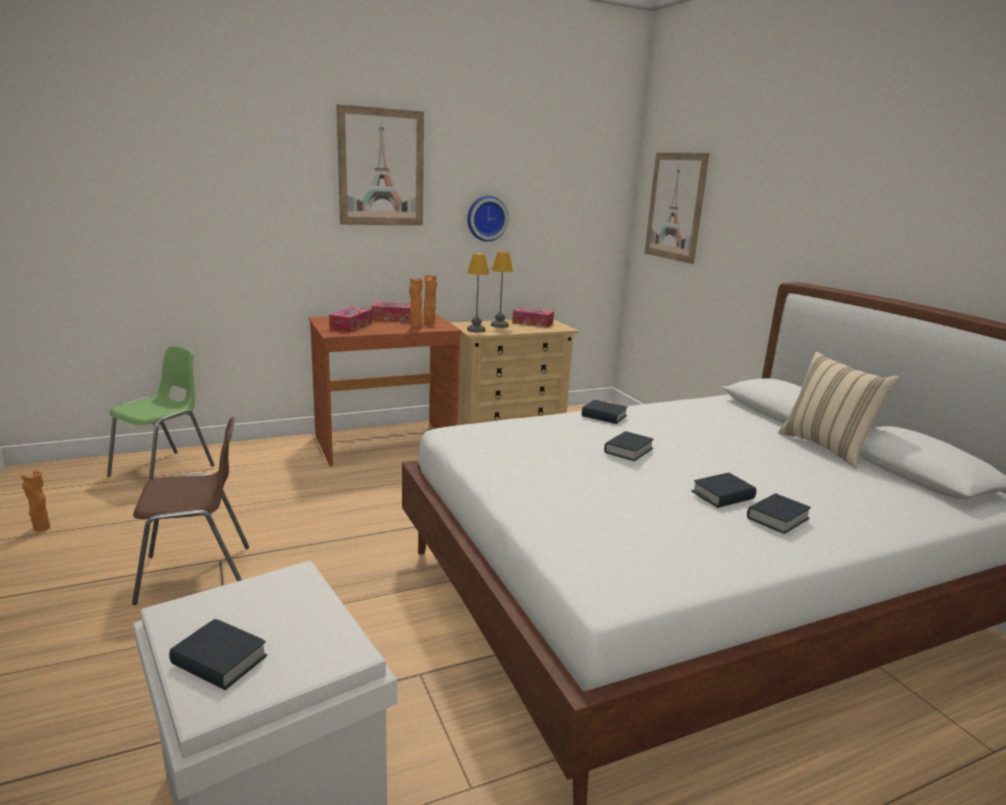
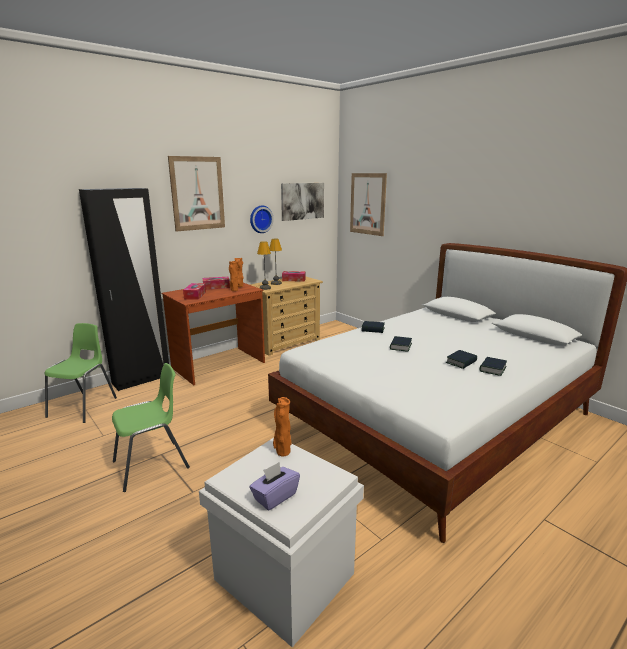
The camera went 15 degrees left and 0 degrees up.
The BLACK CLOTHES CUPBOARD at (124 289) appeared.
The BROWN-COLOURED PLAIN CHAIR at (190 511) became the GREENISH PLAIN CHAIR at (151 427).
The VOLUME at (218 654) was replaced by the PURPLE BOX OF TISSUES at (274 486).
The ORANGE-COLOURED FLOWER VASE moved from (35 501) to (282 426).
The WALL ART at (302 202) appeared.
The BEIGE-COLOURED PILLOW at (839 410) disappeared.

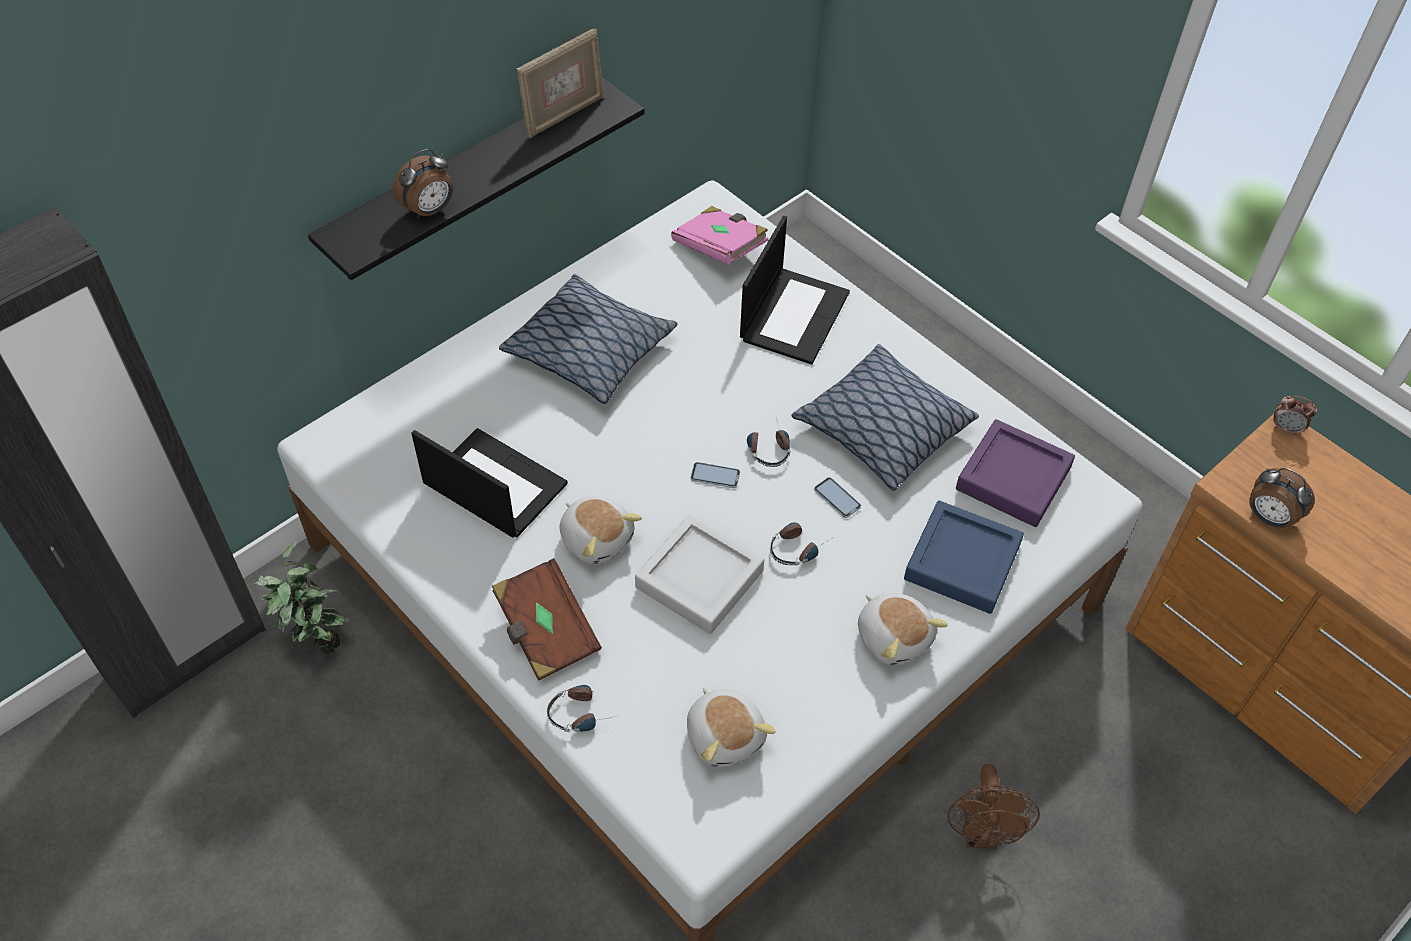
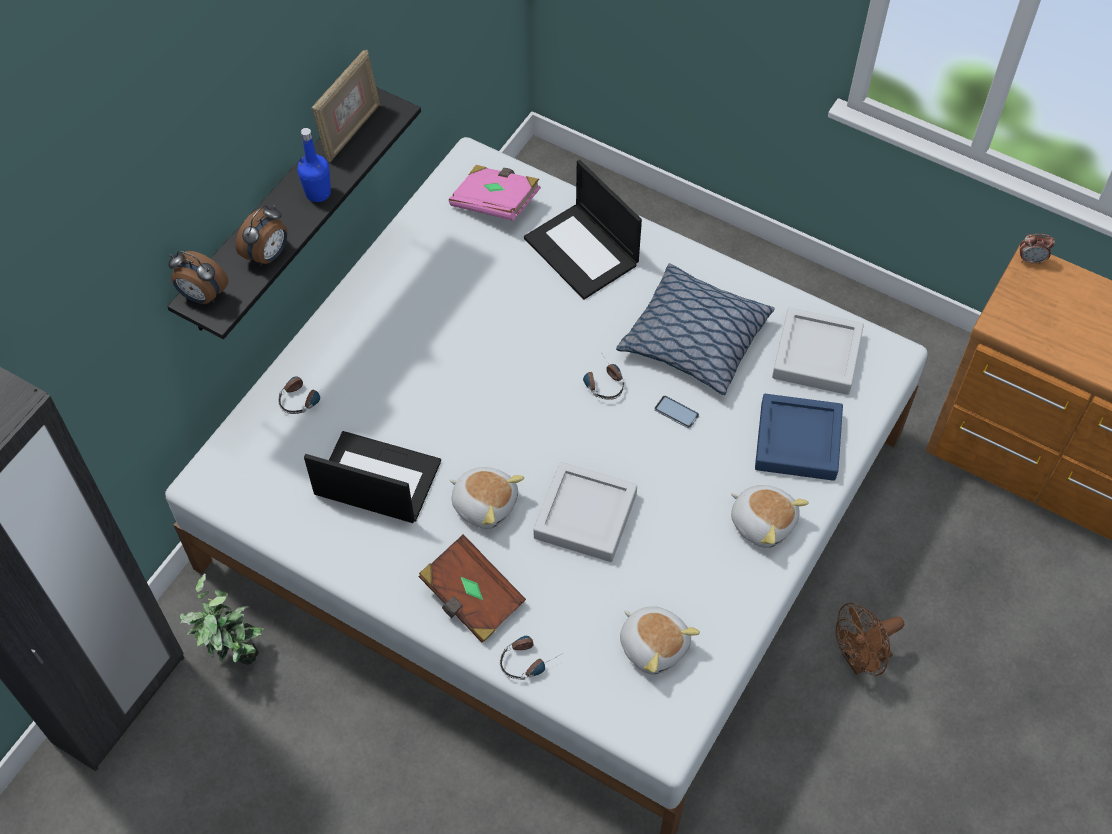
The camera went 15 degrees left and 5 degrees up.
The BEDSIDE CLOCK moved from (1282 498) to (198 277).
The HEADPHONES moved from (801 544) to (303 395).
The BLUE BOTTLE at (314 165) appeared.
The PORTABLE COMPUTER at (795 290) turned 135 degrees clockwise.
The PURPLE SERVING TRAY at (1015 473) became the GREYISH SERVING TRAY at (818 351).
The BROWN-COLOURED ELECTRIC FAN at (994 806) turned 75 degrees clockwise.
The PILLOW at (588 339) disappeared.
The HANDSET at (715 475) disappeared.

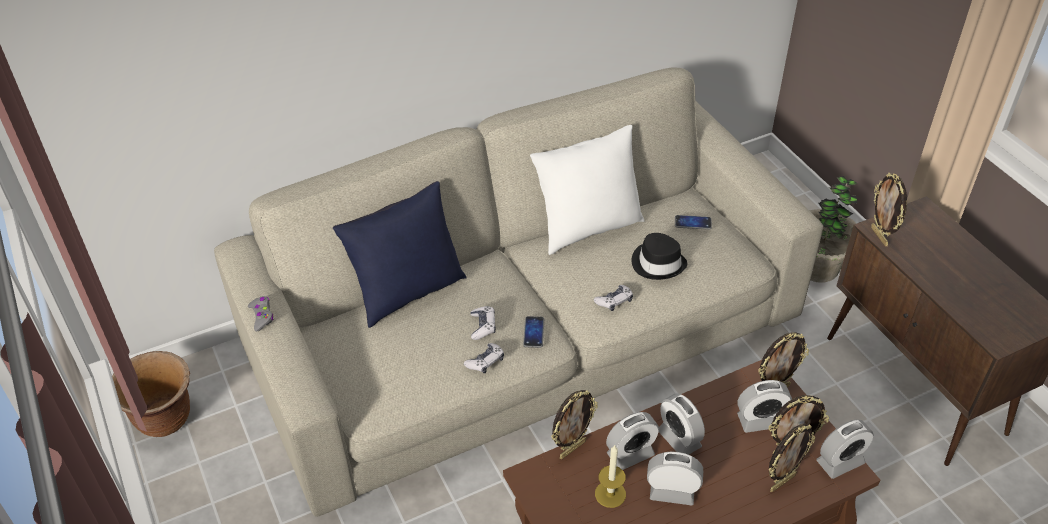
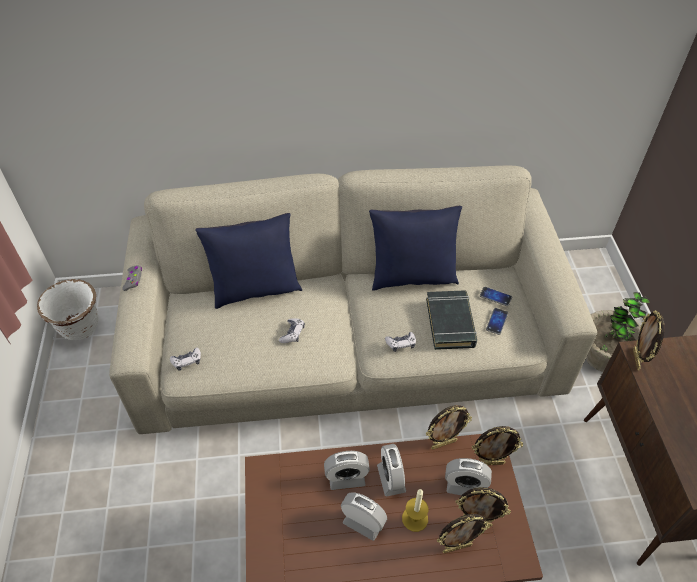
The camera went 20 degrees right and 5 degrees up.
The BROWN-COLOURED PLANT POT at (151 394) became the WHITISH PLANT POT at (67 309).
The JOYPAD moved from (484 358) to (185 359).
The WHITISH PILLOW at (587 190) became the BLUE PILLOW at (415 248).
The WAX CANDLE moved from (610 476) to (415 510).
The BLACK CLOTHING HAT at (659 256) was replaced by the BLACK VOLUME at (451 320).
The PHOTO FRAME moved from (574 424) to (449 427).
The HANDSET moved from (533 332) to (497 321).
The BEDSIDE CLOCK at (845 449) disappeared.

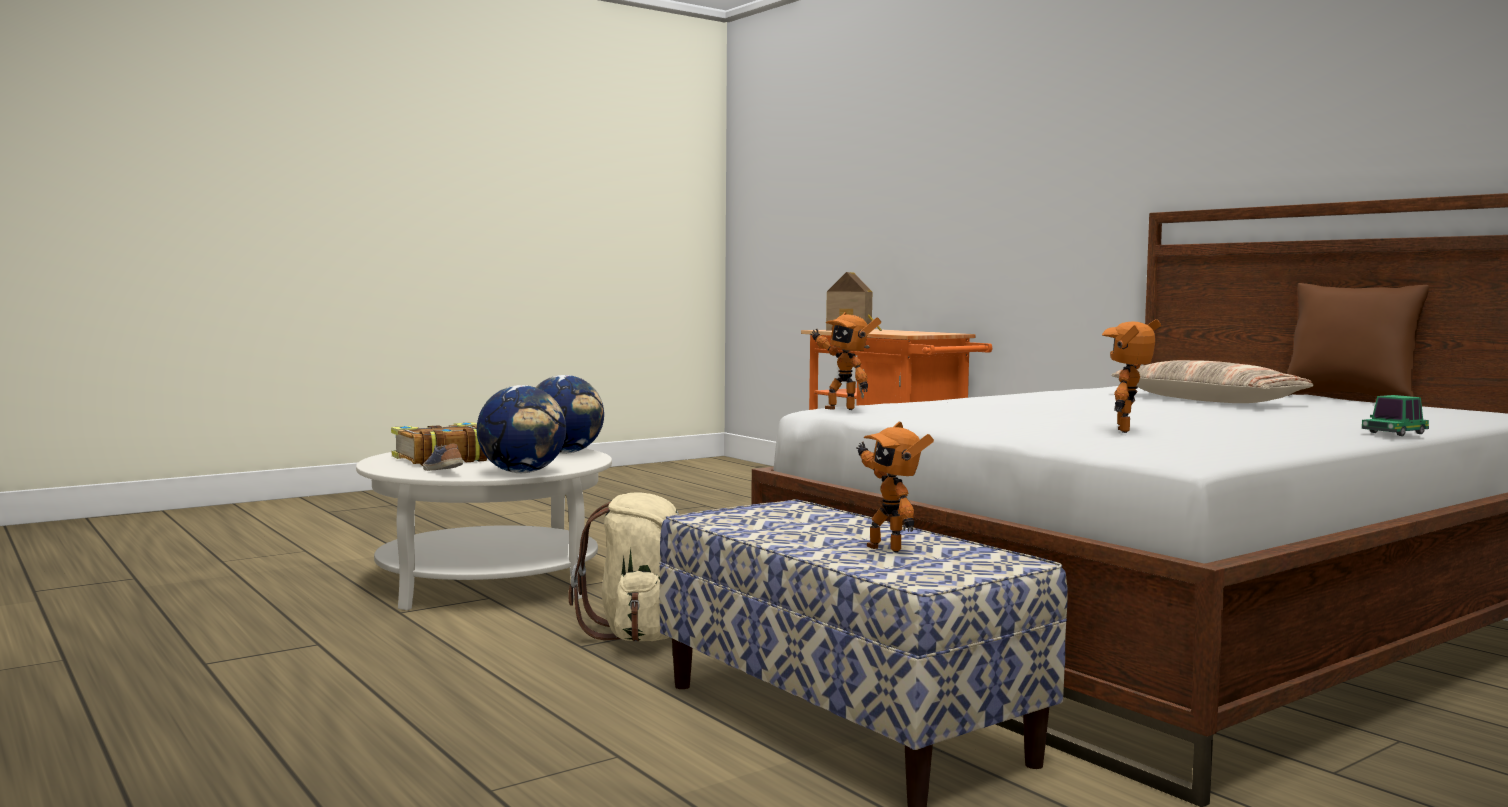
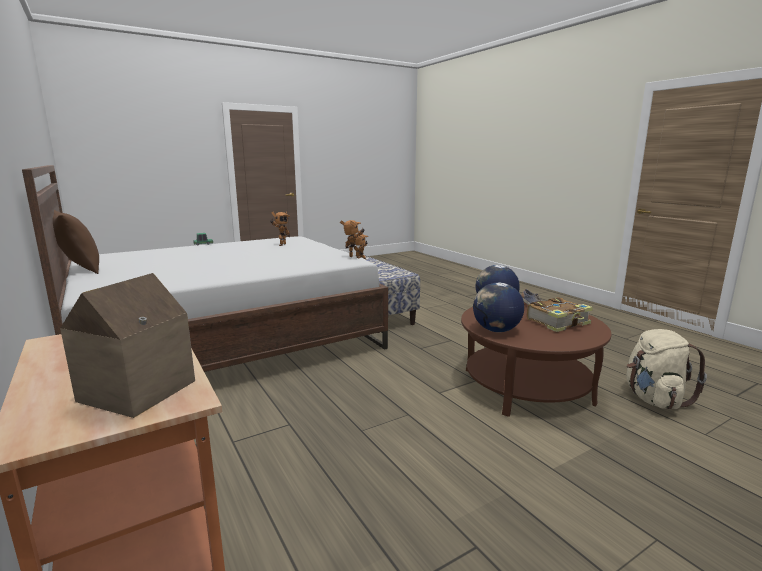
The camera went 175 degrees left and 10 degrees up.
The WHITISH COFFEE TABLE at (484 529) became the BROWN-COLOURED COFFEE TABLE at (536 359).
The BEIGE-COLOURED BACKPACK moved from (623 567) to (666 369).
The PILLOW at (1212 381) disappeared.

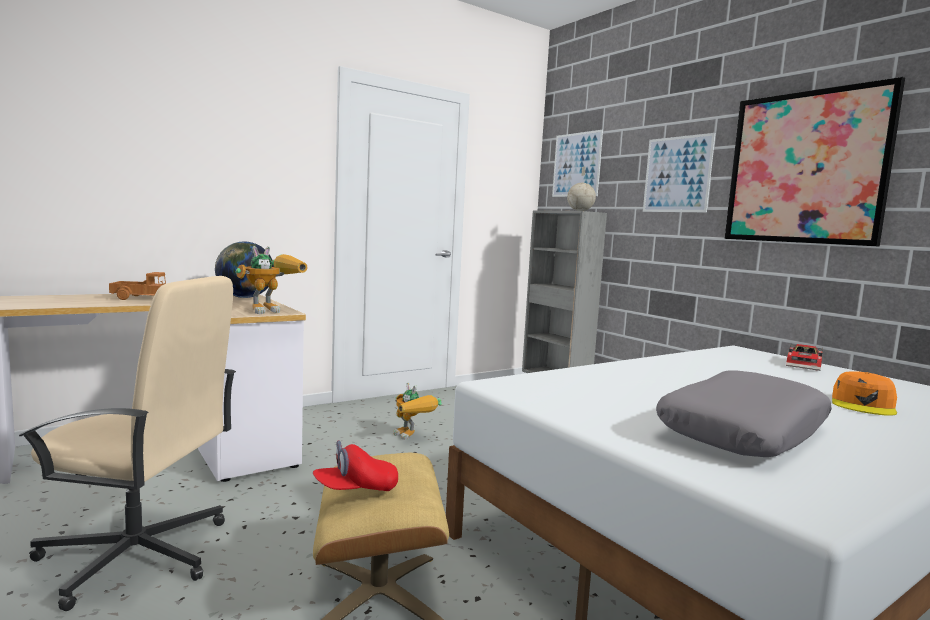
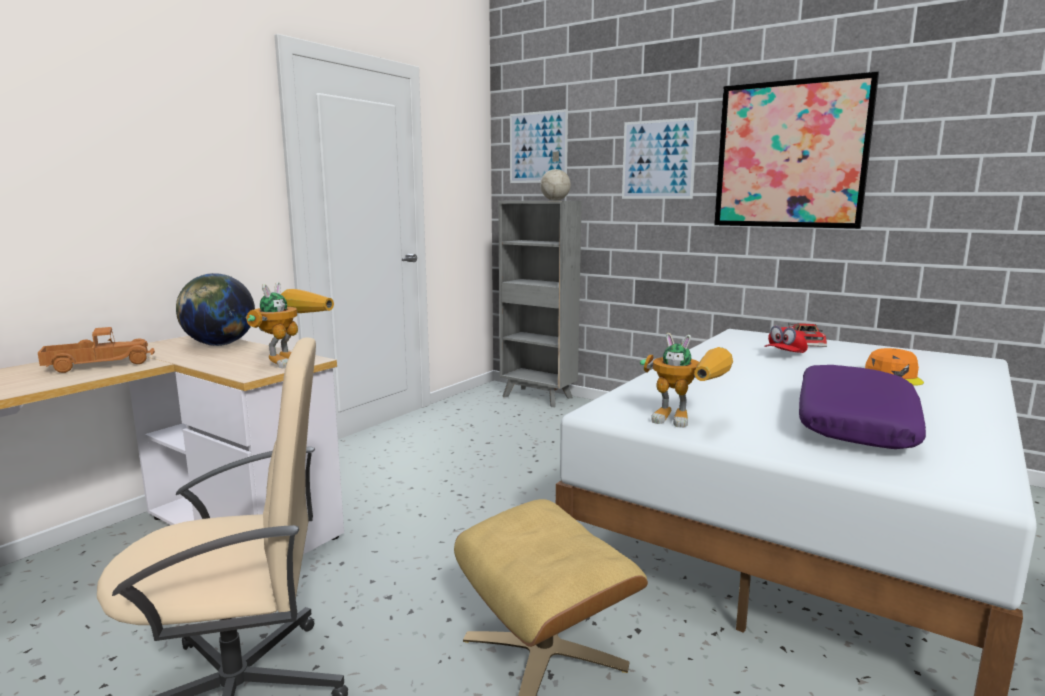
The camera went 20 degrees left and 5 degrees up.
The ROBOT FIGURE moved from (417 411) to (686 380).
The RED CAP moved from (355 465) to (786 339).
The GREYISH PILLOW at (744 413) became the PURPLE PILLOW at (862 407).

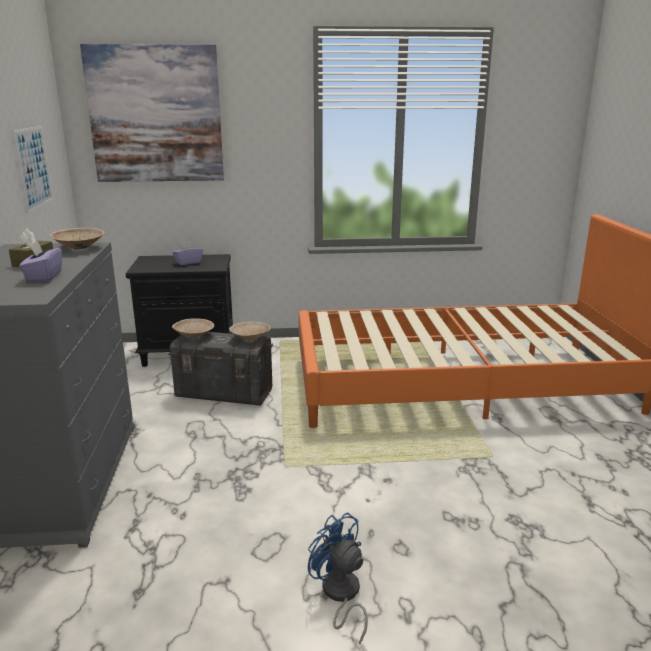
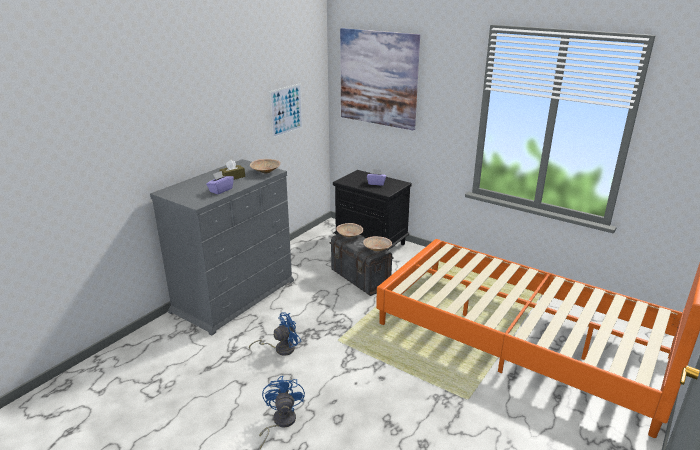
The camera went 40 degrees right and 5 degrees up.
The BLUE ELECTRIC FAN at (275 334) appeared.

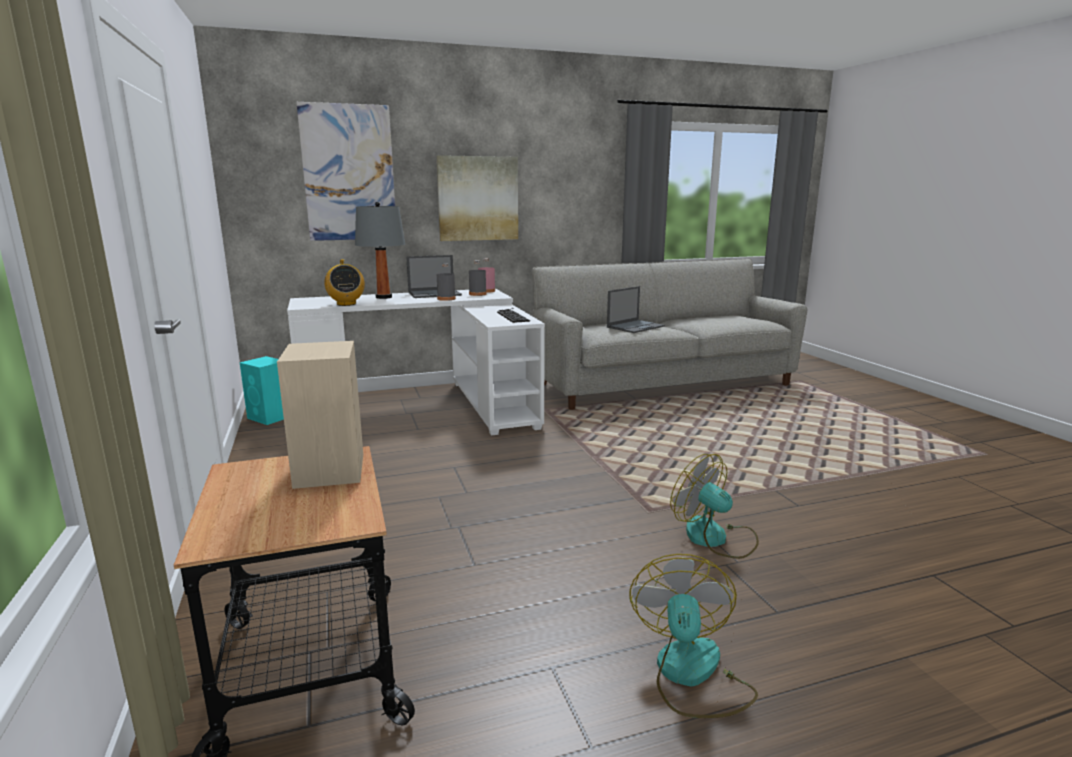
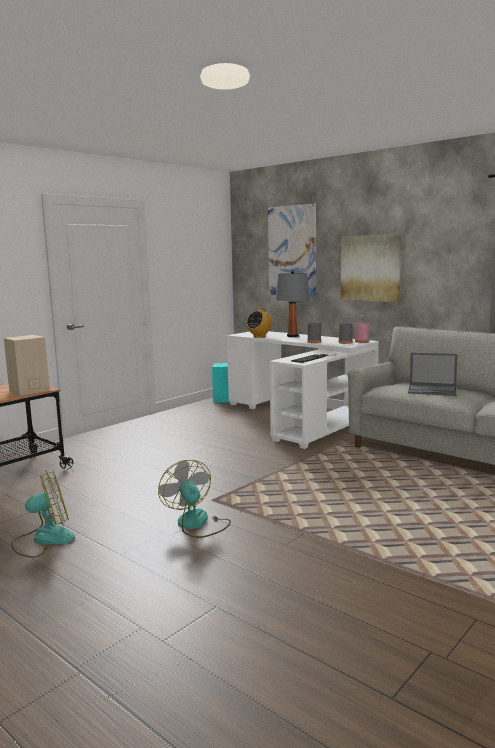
The camera went 60 degrees right and 5 degrees down.
The ELECTRIC FAN at (714 506) turned 45 degrees counterclockwise.
The PORTABLE COMPUTER at (434 276) disappeared.

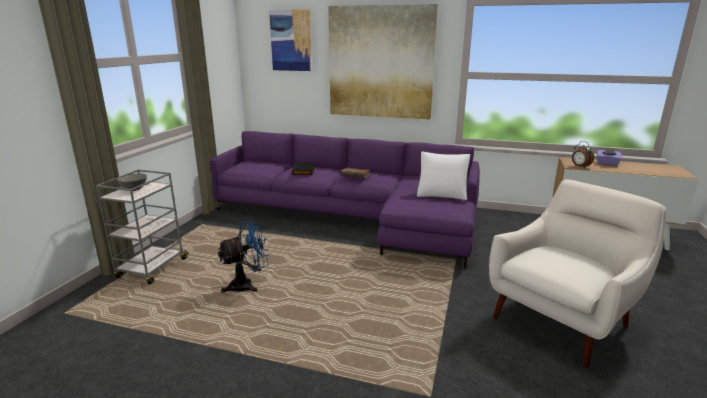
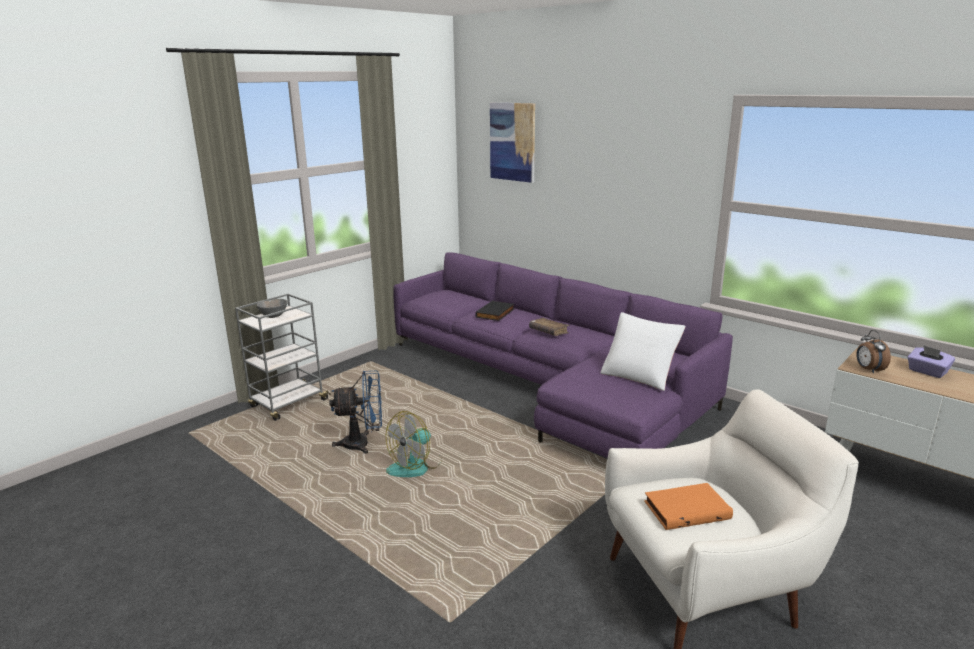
The camera went 25 degrees right and 0 degrees up.
The ELECTRIC FAN at (414 444) appeared.
The ORANGE-COLOURED VOLUME at (688 506) appeared.
The WALL ART at (383 62) disappeared.

